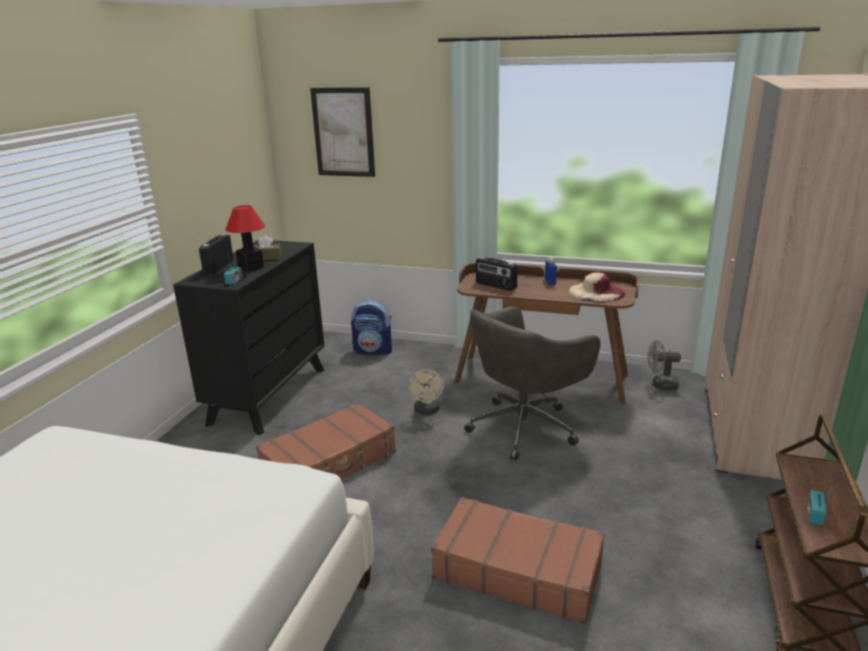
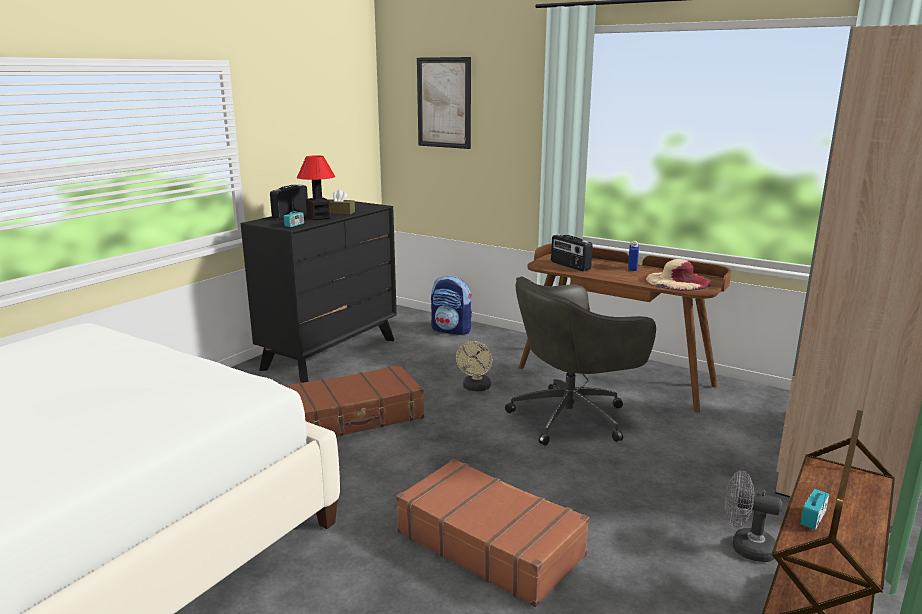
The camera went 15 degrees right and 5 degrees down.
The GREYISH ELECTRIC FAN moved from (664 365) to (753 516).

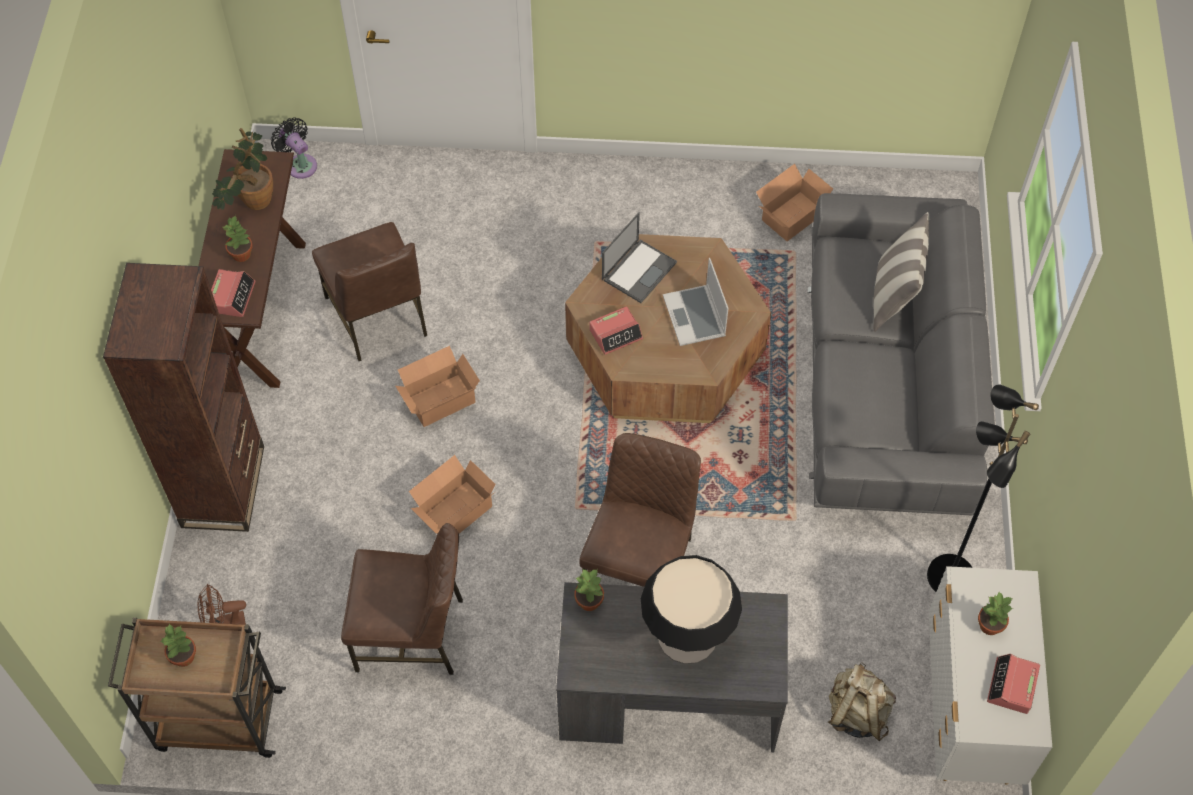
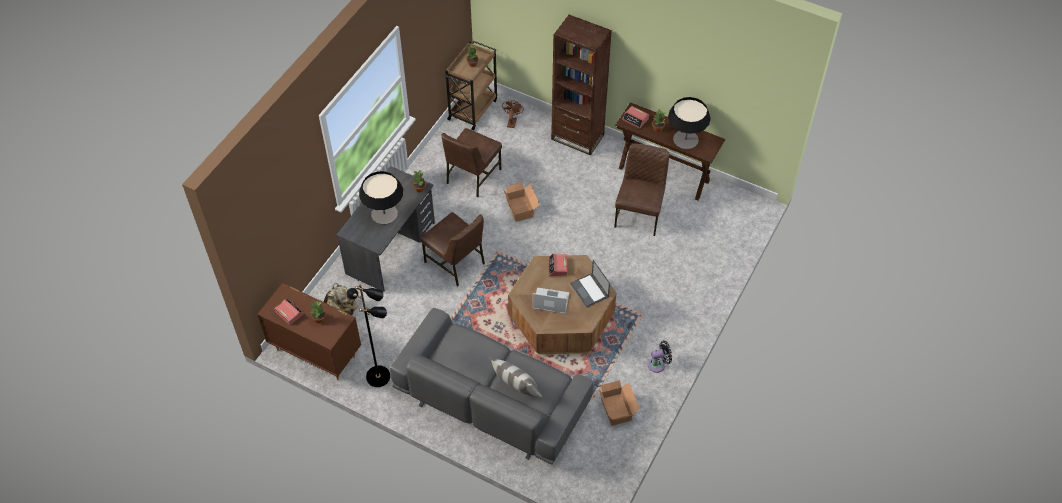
The camera went 115 degrees right and 5 degrees down.
The WHITISH CHEST OF DRAWERS at (990 675) became the BROWN-COLOURED CHEST OF DRAWERS at (309 331).
The BROWN-COLOURED PLAIN CHAIR at (369 291) turned 105 degrees clockwise.
The BLACK ELECTRIC FAN moved from (294 148) to (660 357).
The PLANT IN A POT at (242 169) was replaced by the TABLETOP LAMP at (689 123).
The CARDBOARD BOX at (438 386) disappeared.

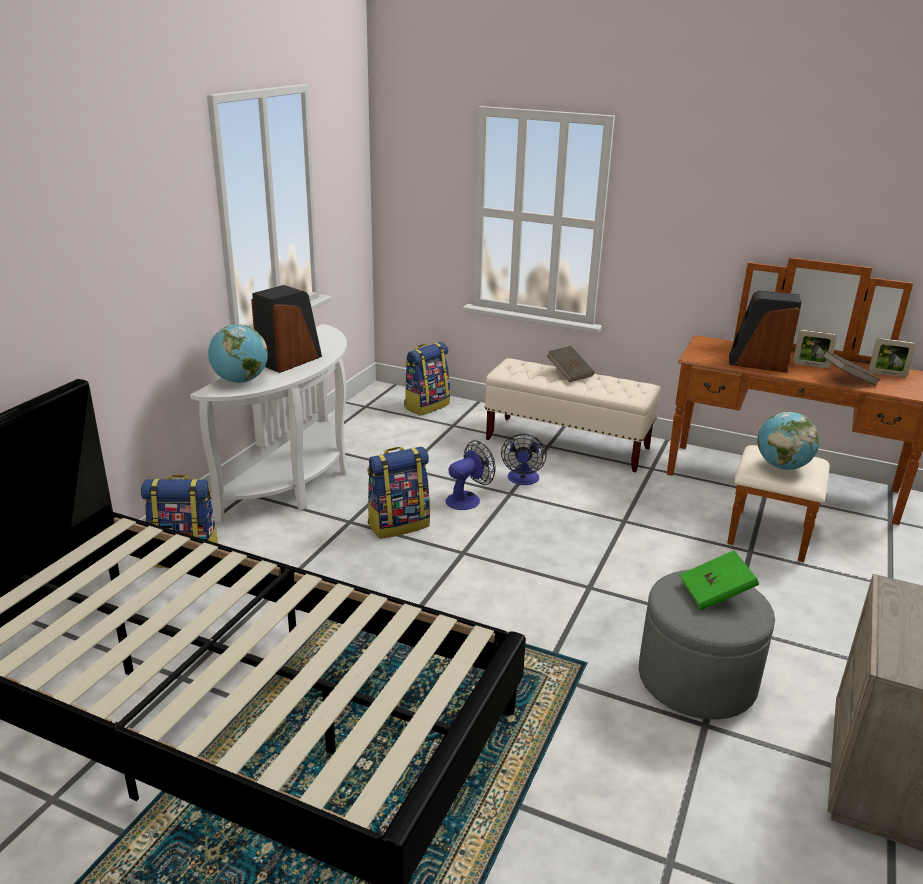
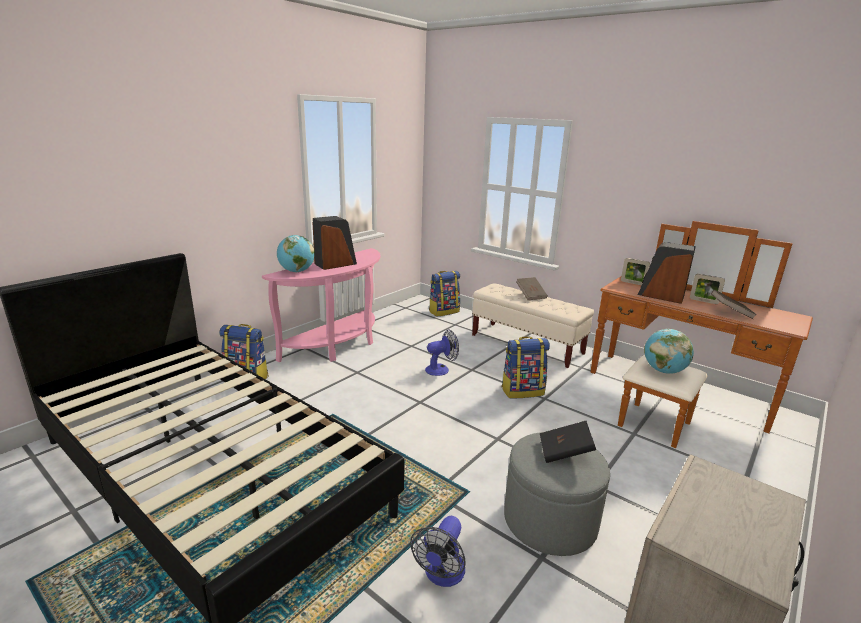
The camera went 15 degrees right and 5 degrees down.
The WHITISH HALL TABLE at (269 423) became the PINK-COLOURED HALL TABLE at (321 305).
The ELECTRIC FAN moved from (524 459) to (438 551).
The BACKPACK moved from (398 493) to (525 367).
The GREENISH VOLUME at (719 580) became the BLACK VOLUME at (568 442).
The PHOTO FRAME moved from (892 357) to (635 271).

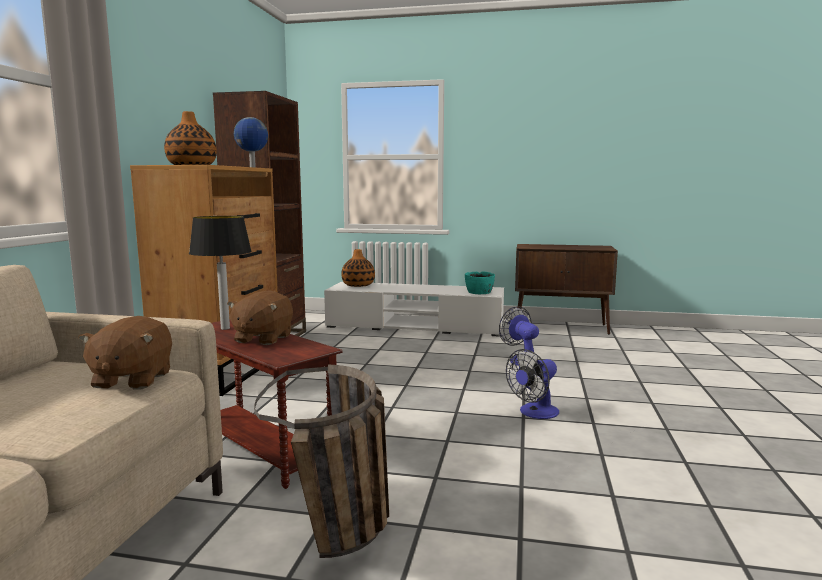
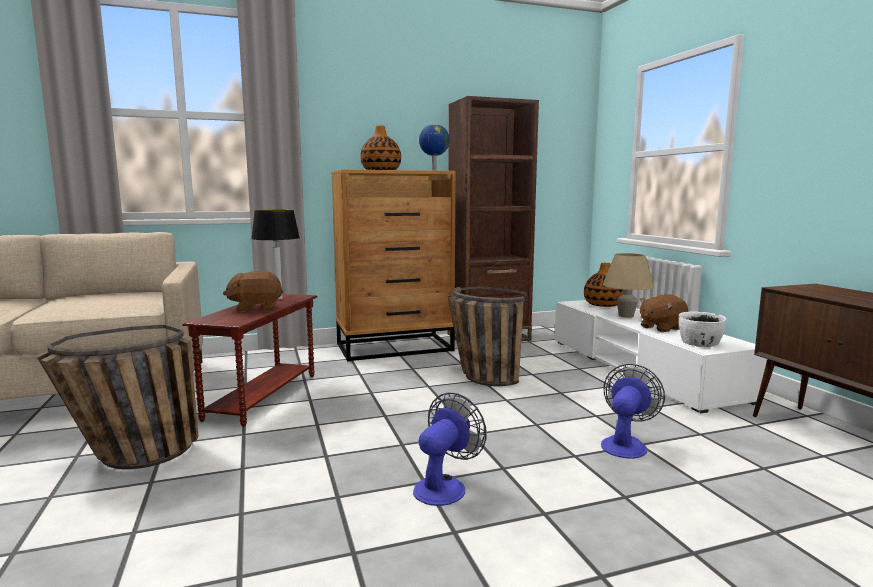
The camera went 60 degrees right and 0 degrees up.
The ELECTRIC FAN at (532 384) turned 105 degrees clockwise.
The BASKET at (487 336) appeared.
The BEIGE-COLOURED TABLETOP LAMP at (628 285) appeared.
The BROWN-COLOURED PLUSH TOY moved from (125 352) to (663 313).
The TURQUOISE SERVING BOWL at (480 283) became the WHITISH SERVING BOWL at (702 329).

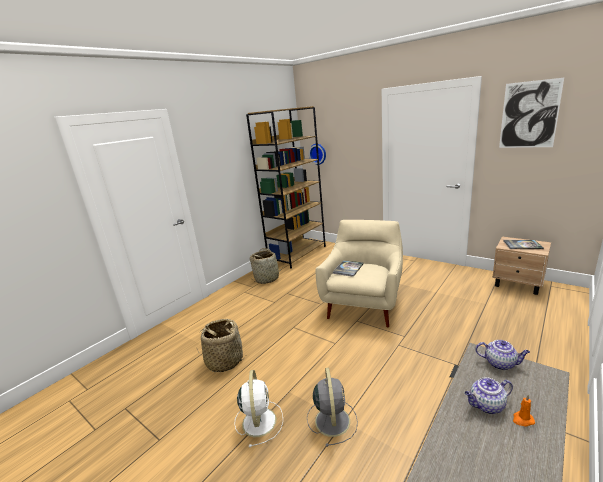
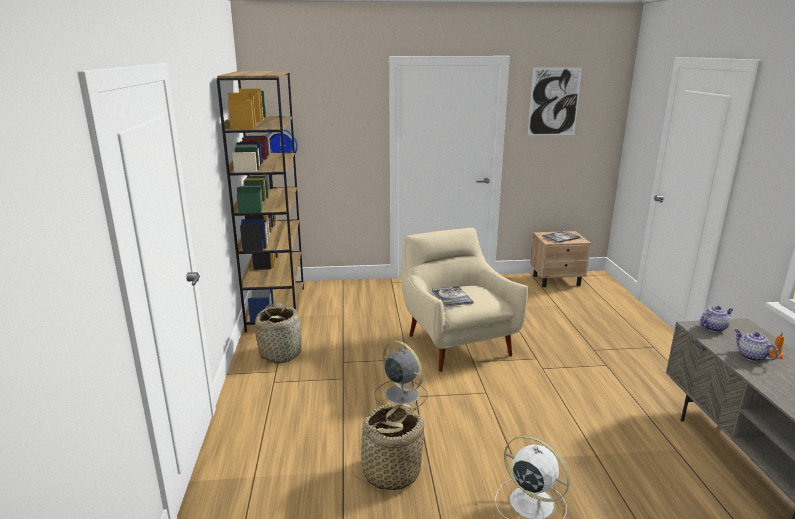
The camera went 45 degrees left and 0 degrees up.
The GREYISH ELECTRIC FAN moved from (332 407) to (401 375).
The TEAPOT at (489 395) turned 120 degrees clockwise.

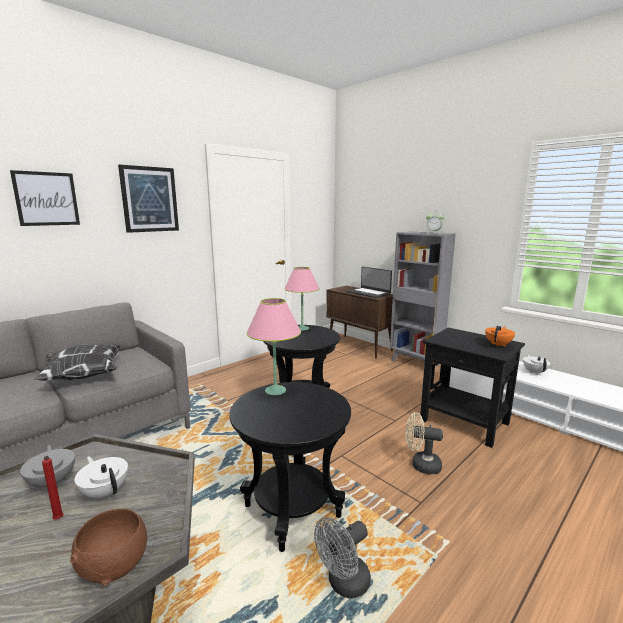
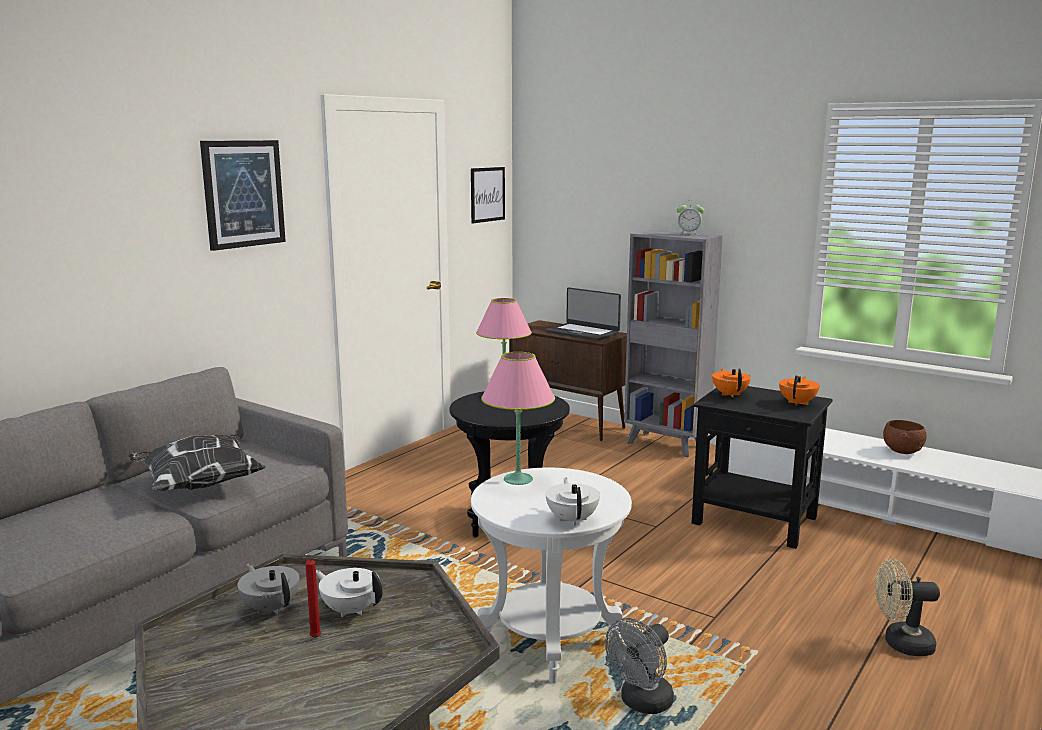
The camera went 10 degrees left and 0 degrees up.
The WALL ART moved from (45 198) to (488 195).
The BLACK END TABLE at (290 467) became the WHITISH END TABLE at (551 575).
The WHITISH TEAPOT moved from (537 364) to (573 502).
The ORANGE-COLOURED TEAPOT at (731 383) appeared.
The BEIGE-COLOURED ELECTRIC FAN moved from (424 443) to (907 607).
The BROWN-COLOURED SERVING BOWL moved from (108 547) to (905 437).

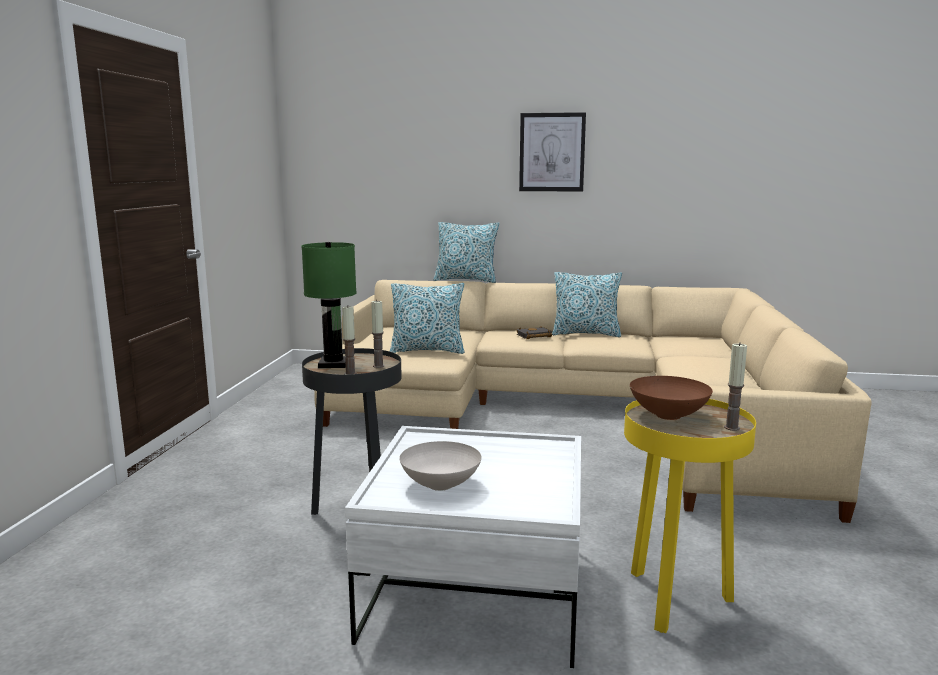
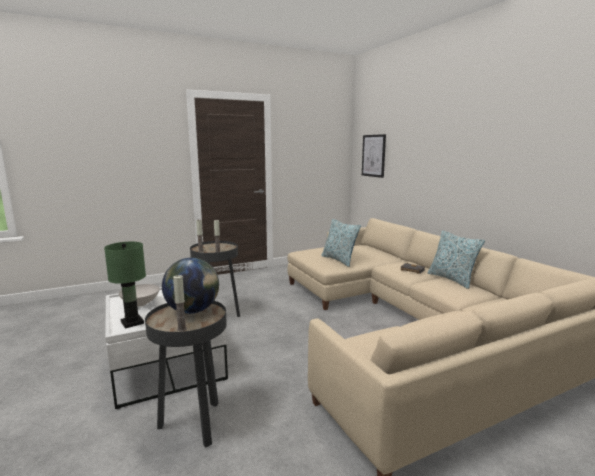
The camera went 55 degrees right and 0 degrees up.
The GREENISH TABLETOP LAMP moved from (329 305) to (125 285).
The YELLOW END TABLE at (690 516) became the BLACK END TABLE at (186 374).
The BROWN-COLOURED SERVING BOWL at (671 398) was replaced by the WORLD GLOBE at (190 286).
The WALL ART moved from (552 152) to (374 156).
The PILLOW at (467 252) disappeared.

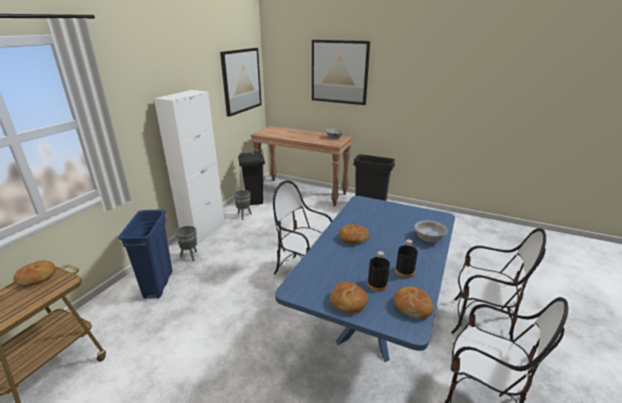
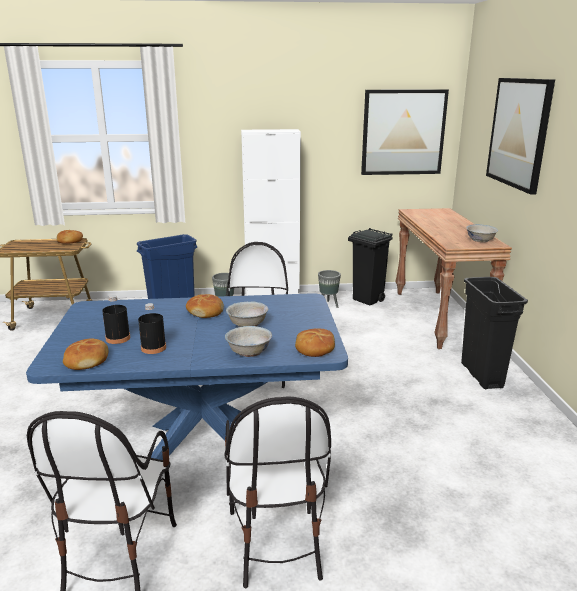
The camera went 60 degrees right and 5 degrees down.
The WHITISH SERVING BOWL at (247 314) appeared.
The BAKERY BREAD moved from (349 297) to (315 342).

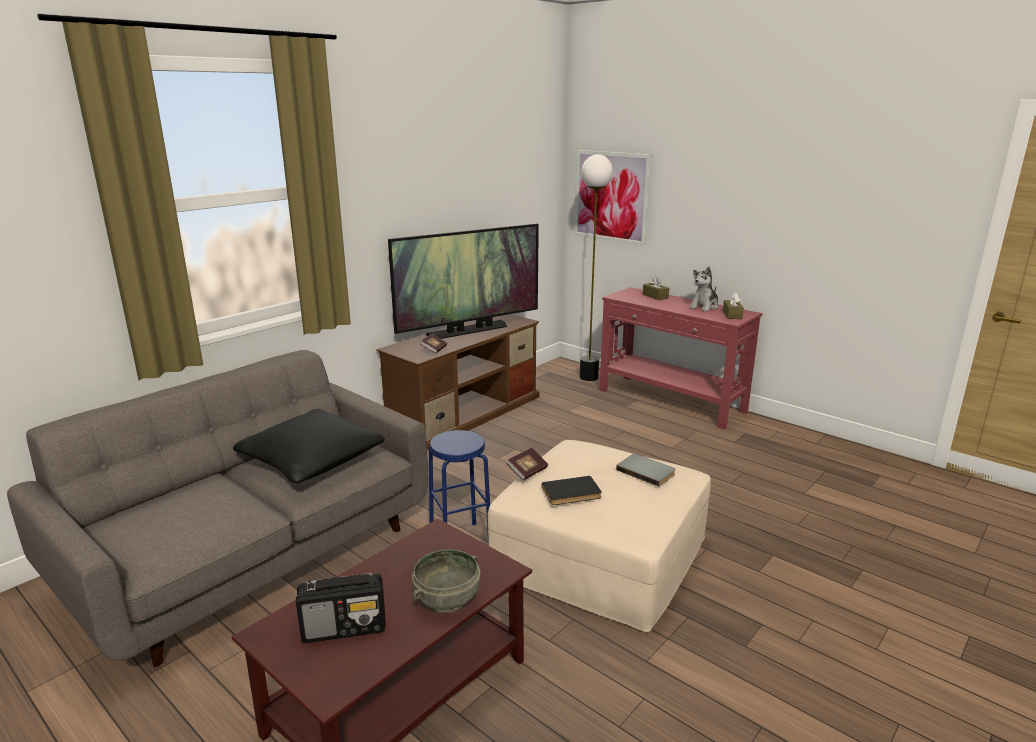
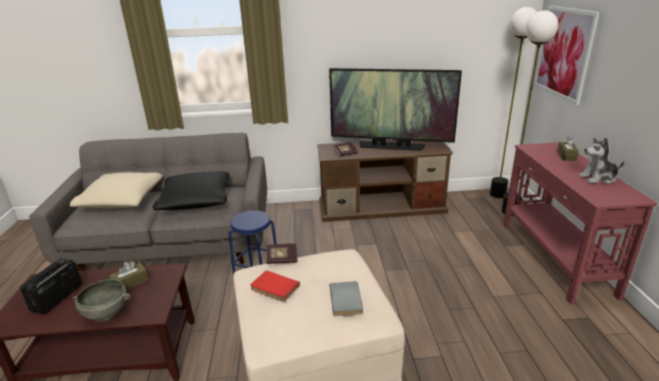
The camera went 45 degrees right and 5 degrees up.
The RADIO RECEIVER at (341 608) turned 75 degrees clockwise.
The BEIGE-COLOURED PILLOW at (116 190) appeared.
The BROWN-COLOURED BOX OF TISSUES moved from (733 306) to (129 275).
The BLACK VOLUME at (572 490) became the RED VOLUME at (275 286).
The FLOOR LAMP at (513 102) appeared.

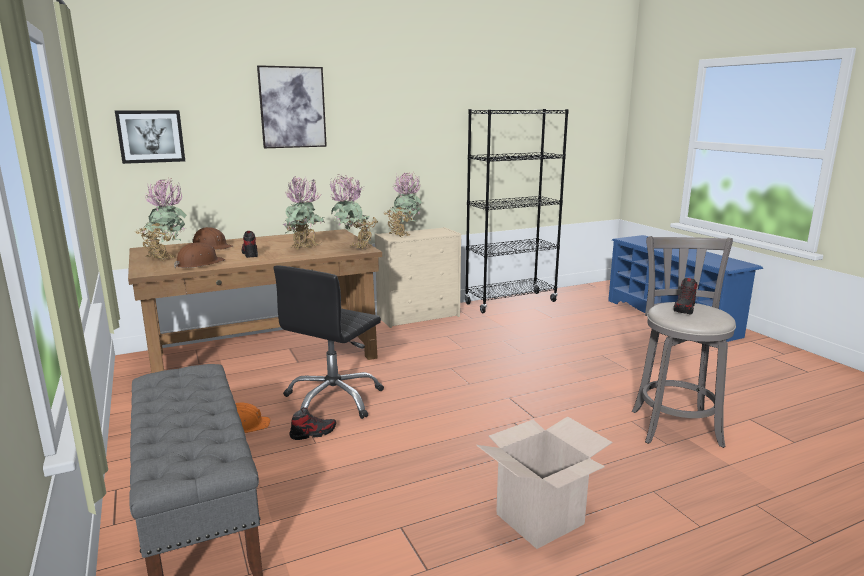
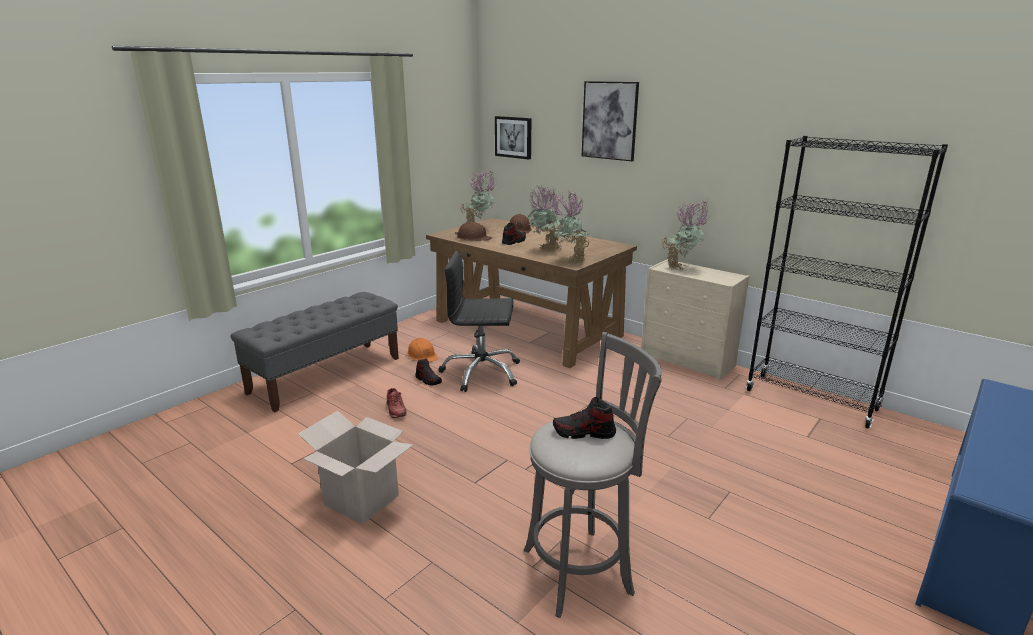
The camera went 65 degrees right and 5 degrees up.
The RED SHOE at (397 403) appeared.

